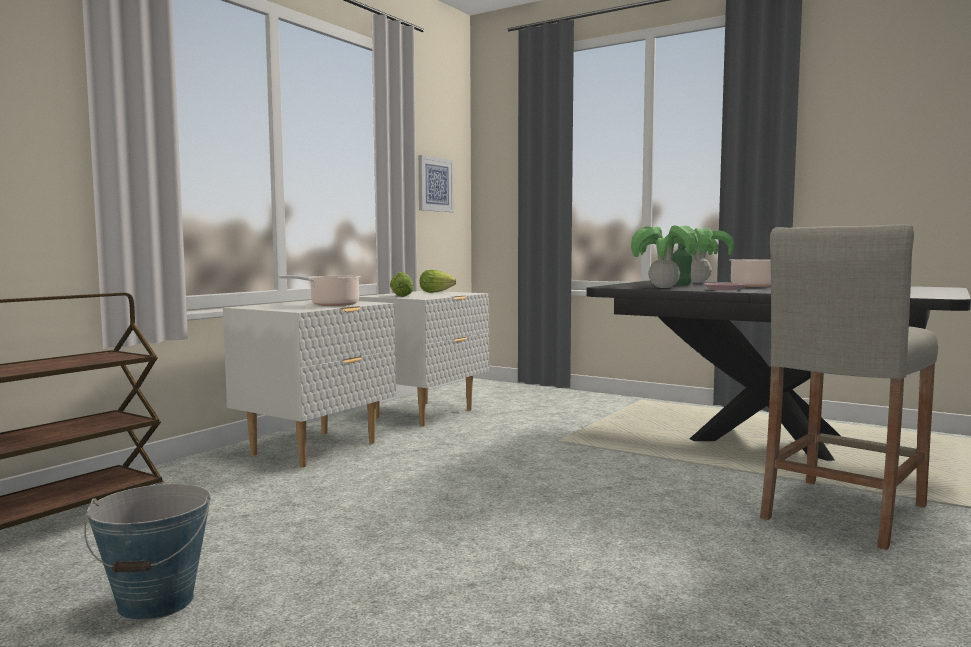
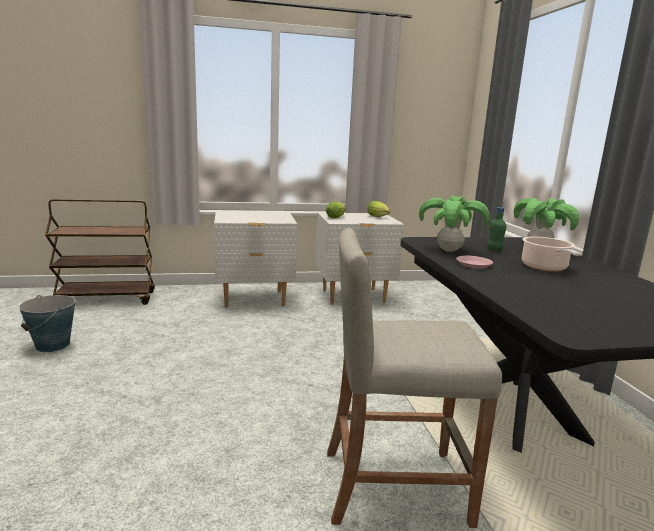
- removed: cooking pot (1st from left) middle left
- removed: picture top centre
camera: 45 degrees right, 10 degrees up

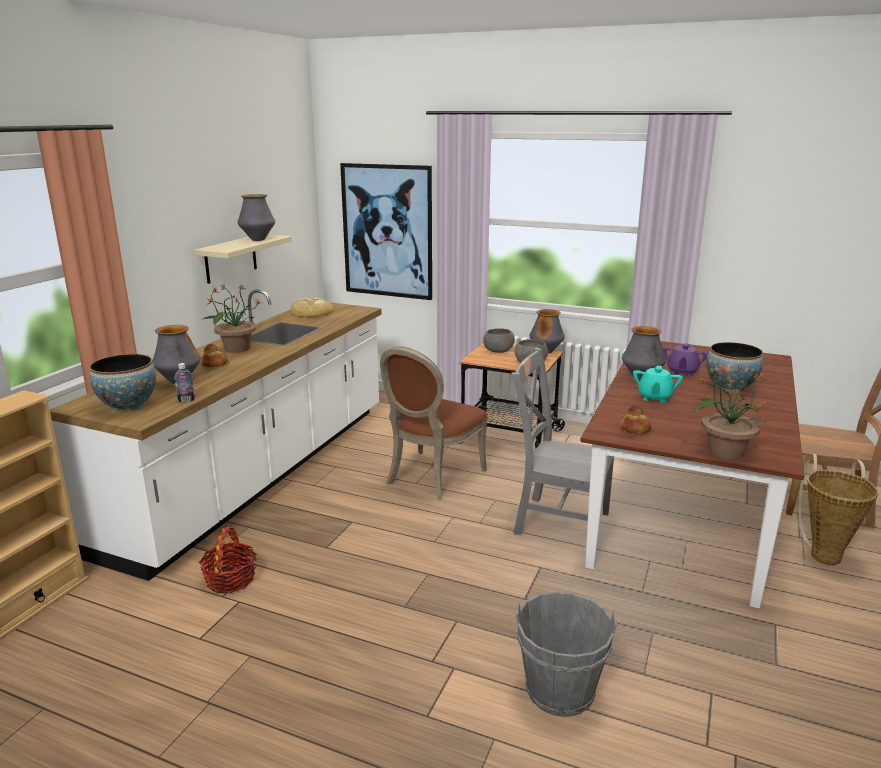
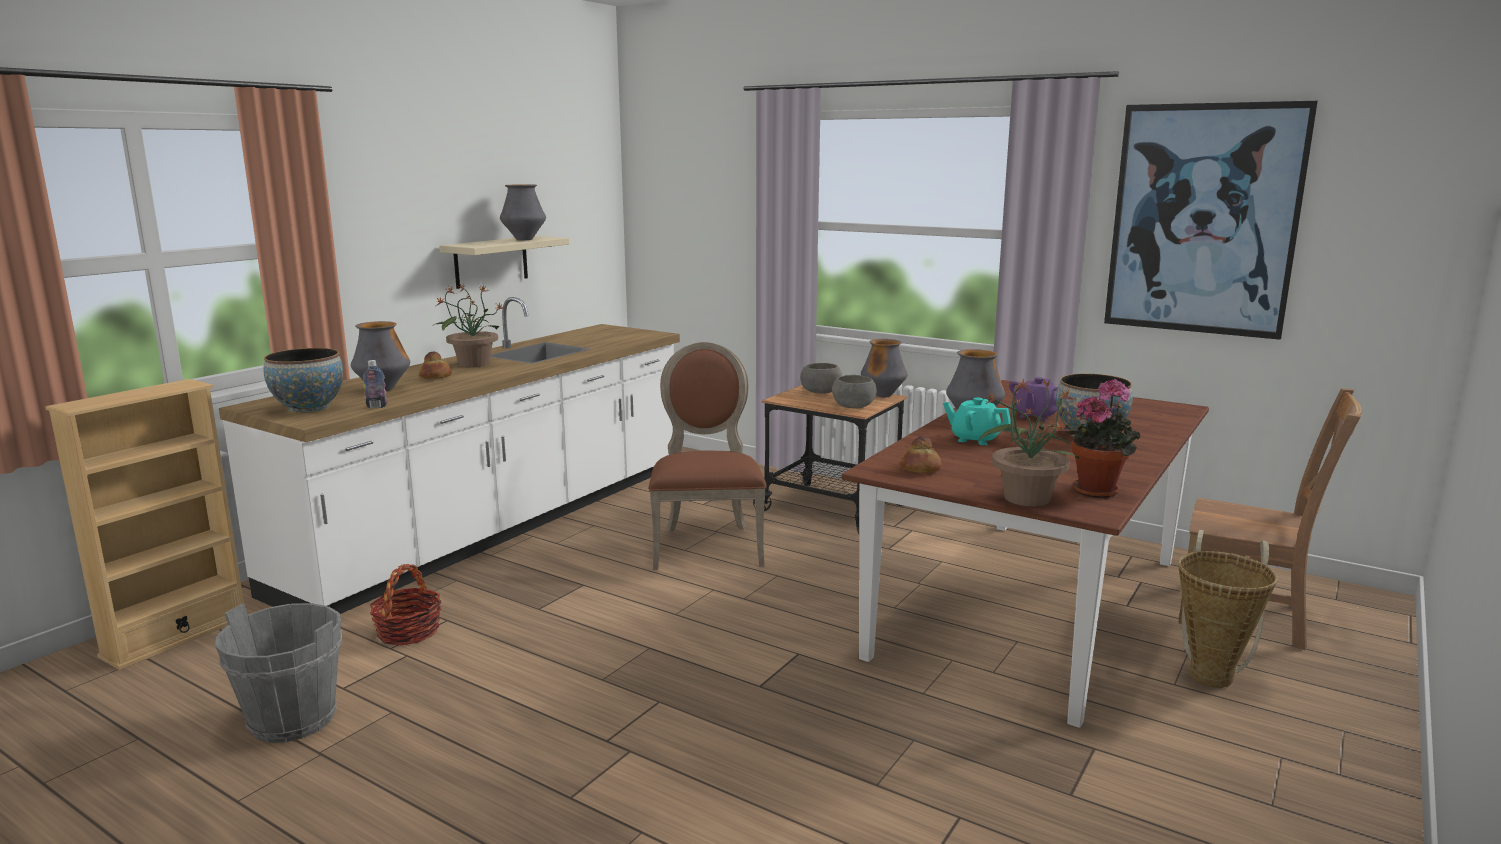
- moved: bucket/grey bottom centre to bottom left
- turned: chair/brown (1st from left) centre = centre 135 degrees clockwise
- turned: teapot/turquoise middle right = centre 90 degrees clockwise
- added: potted plant (3rd from left) middle right
- moved: picture top centre to top right
- removed: bread (2nd from left) centre
- removed: chair/grey centre
camera: 10 degrees right, 5 degrees down

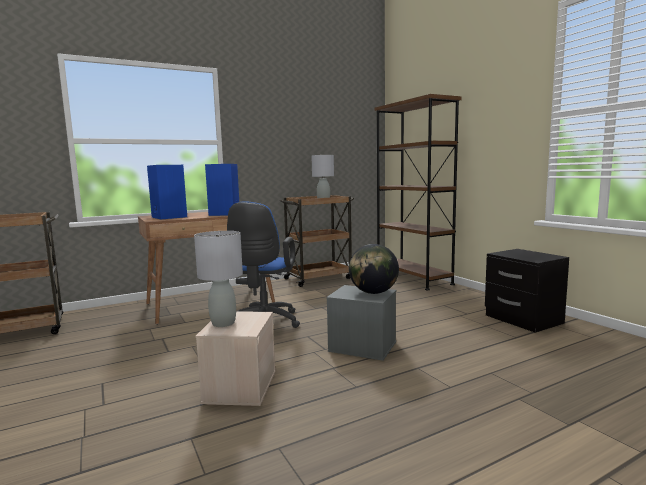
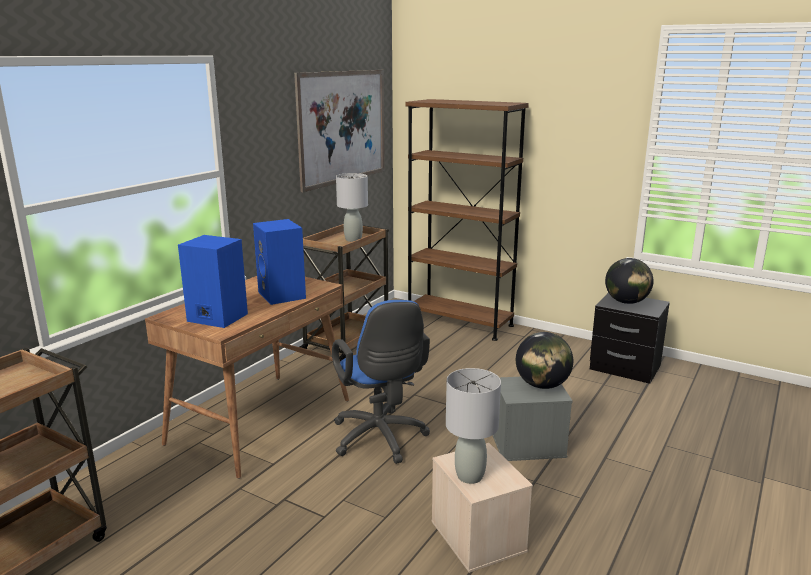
- added: picture top centre
- added: globe (2nd from left) middle right
camera: 30 degrees left, 10 degrees up

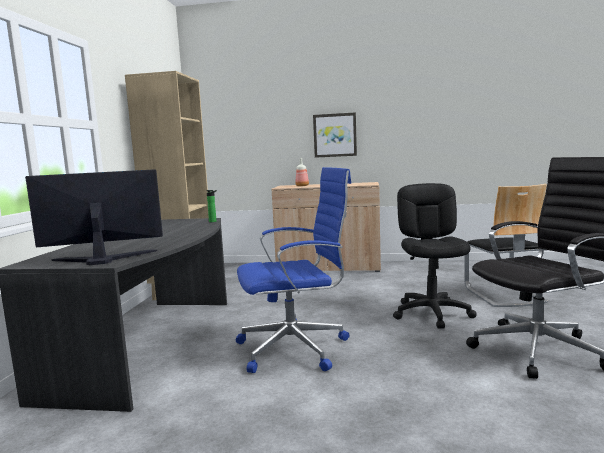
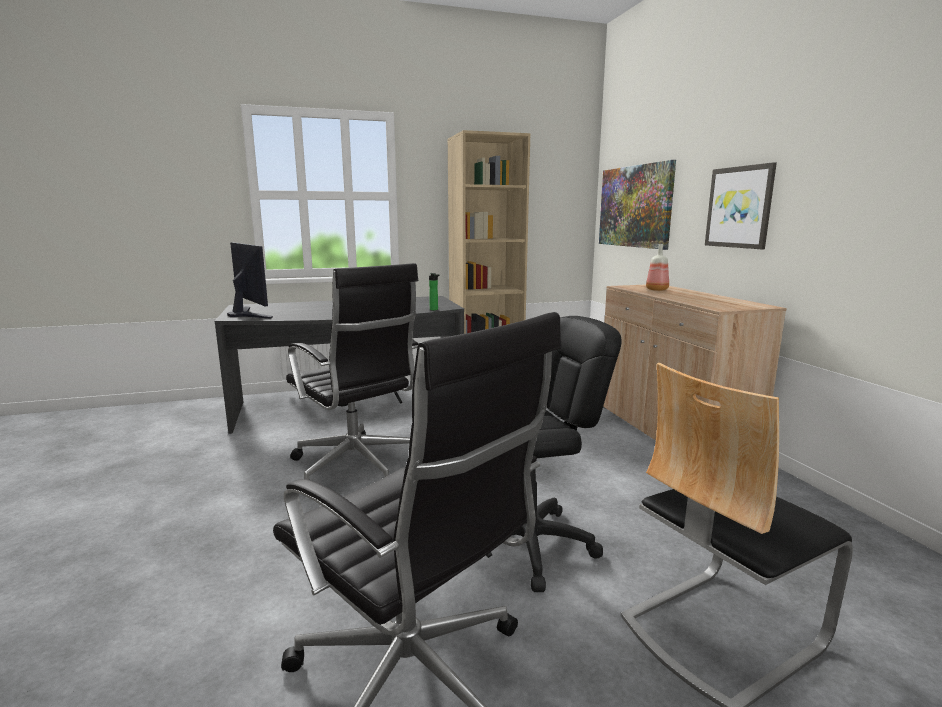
- recoloured: office chair/blue centre to office chair/black (1st from left) centre
- added: picture (1st from left) top right
camera: 65 degrees right, 5 degrees up

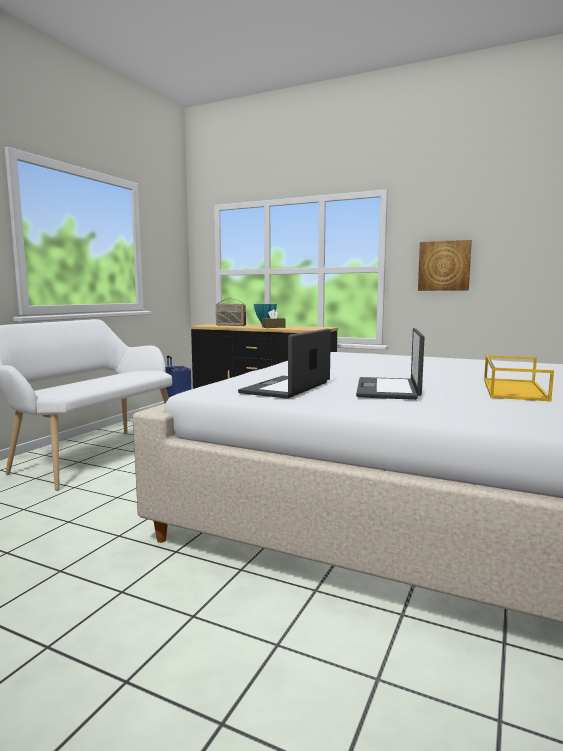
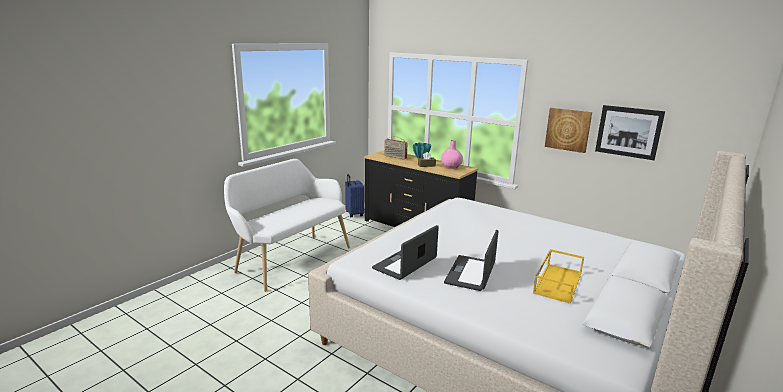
- added: vase/pink centre
- added: picture (2nd from left) middle right
camera: 10 degrees right, 10 degrees up

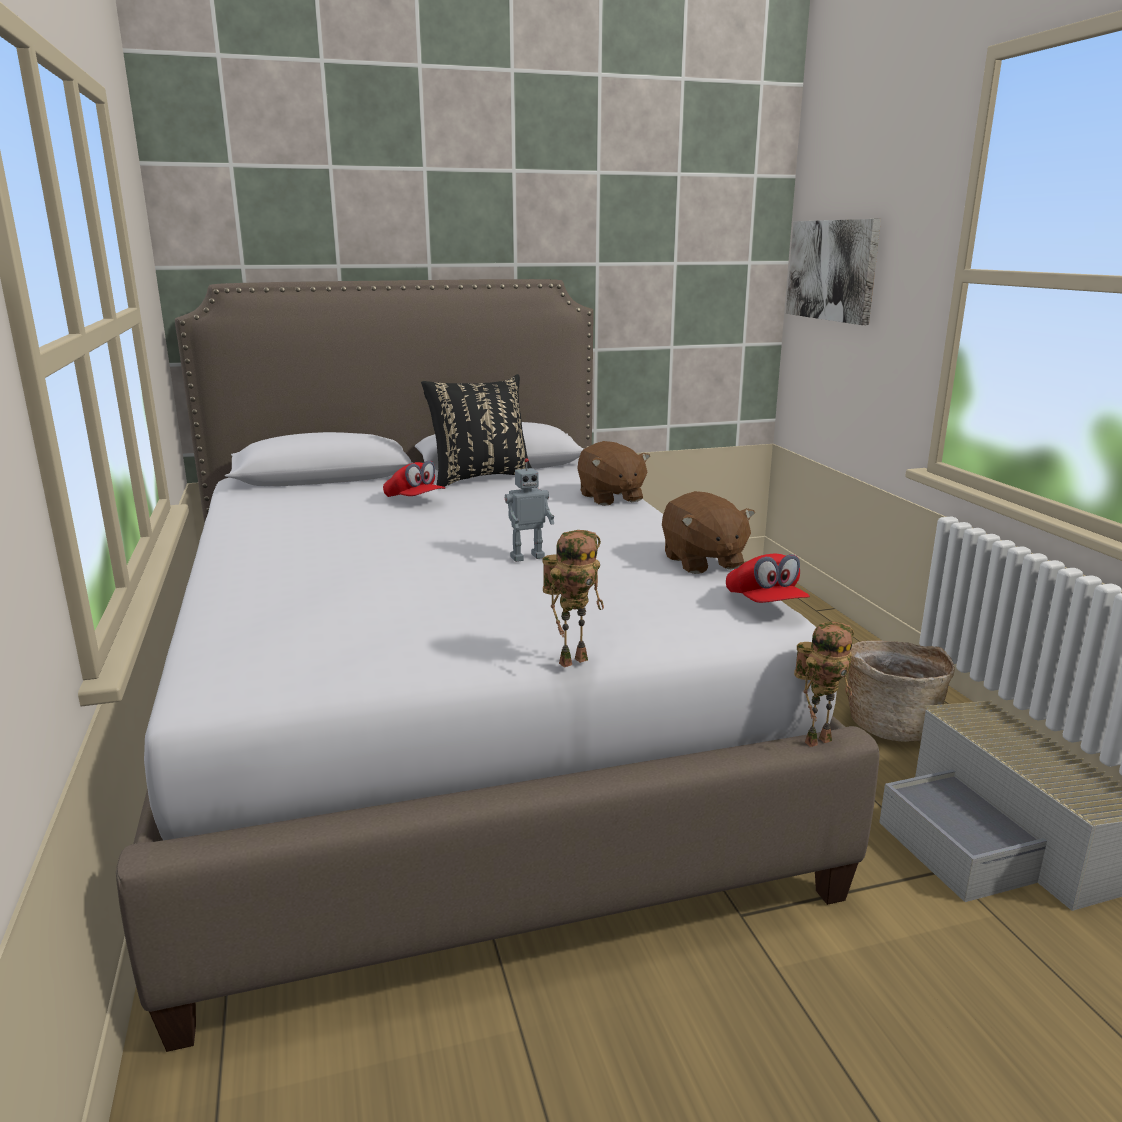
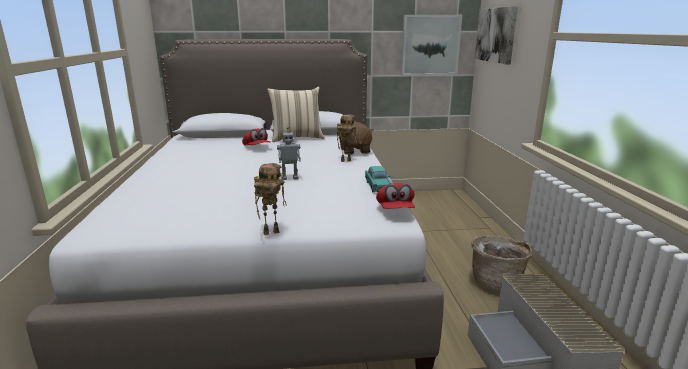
- recoloured: pillow/black centre to pillow/beige top centre
- moved: toy robot (3rd from left) middle right to centre
- replaced: plush toy/brown (2nd from left) centre to toy car/turquoise centre
- added: picture (1st from left) top centre
camera: 10 degrees right, 0 degrees up

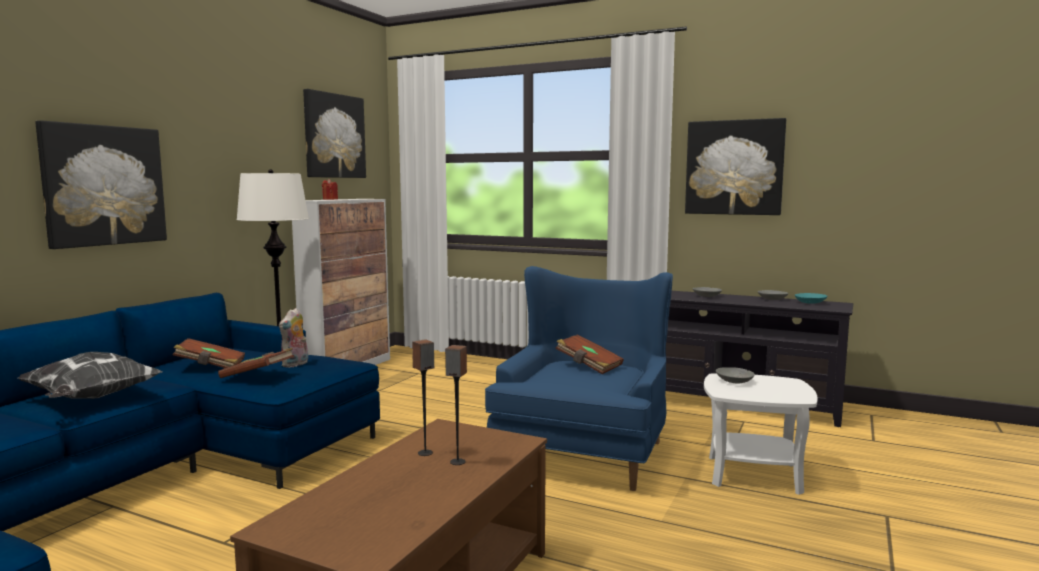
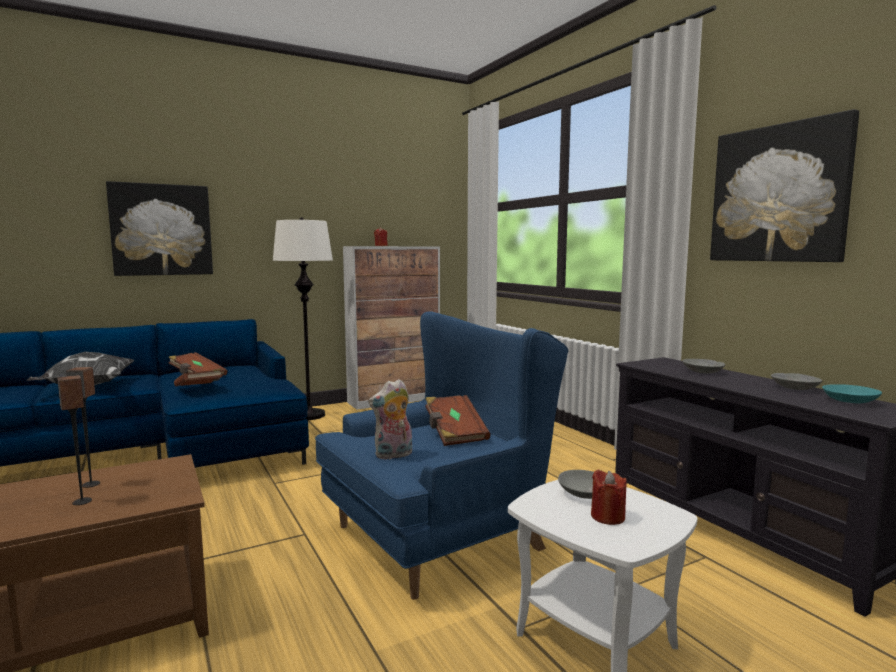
- moved: plush toy middle left to centre
- added: candle/red (2nd from left) bottom right
- removed: picture (2nd from left) top left
camera: 35 degrees right, 0 degrees up

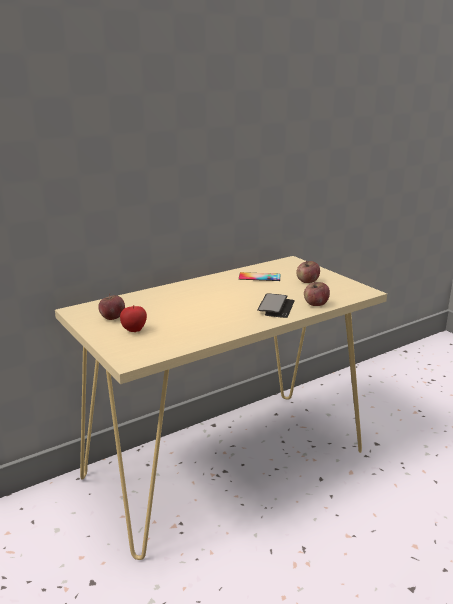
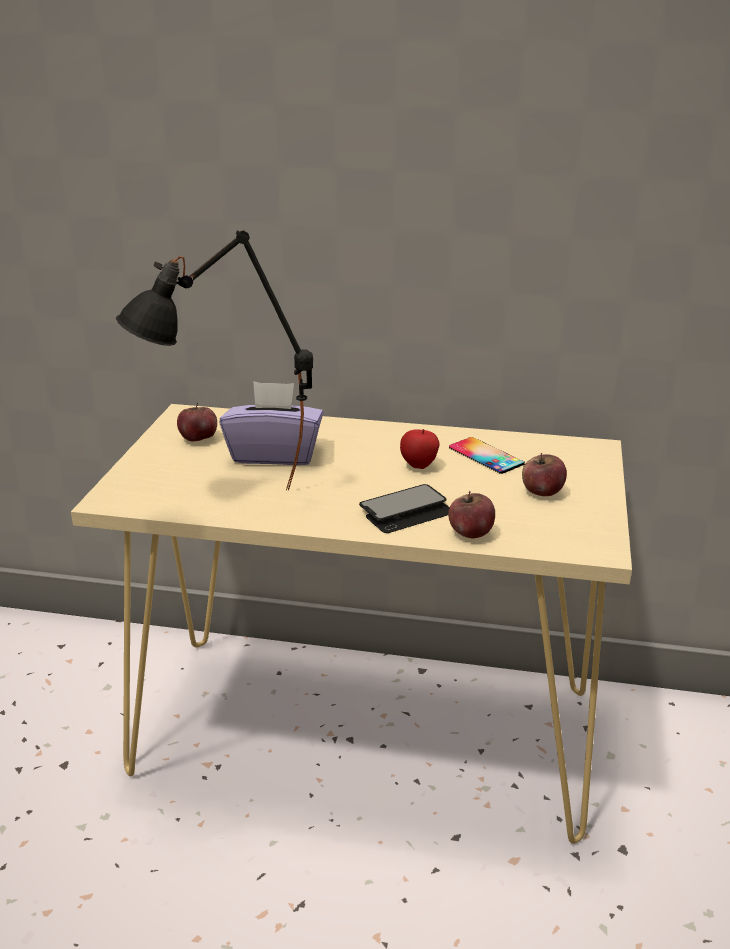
- added: table lamp/black middle left
- added: tissue box/purple centre
- moved: apple (2nd from left) middle left to centre
camera: 45 degrees right, 5 degrees up

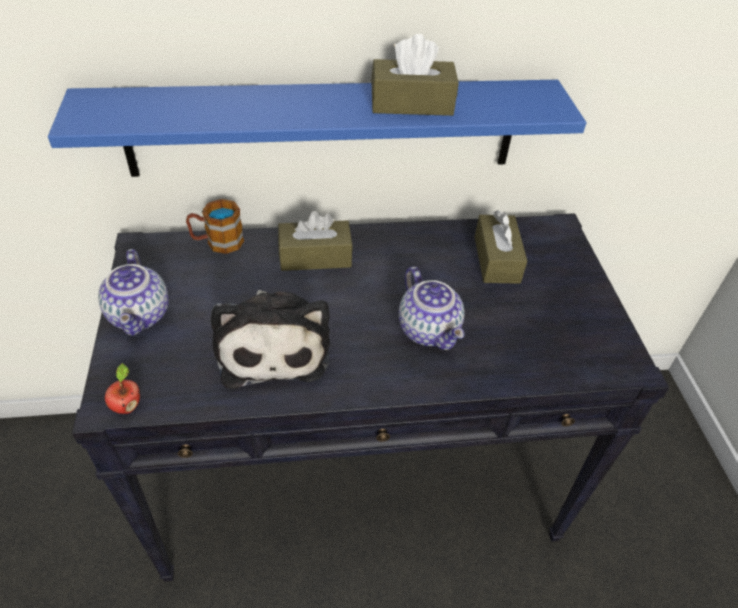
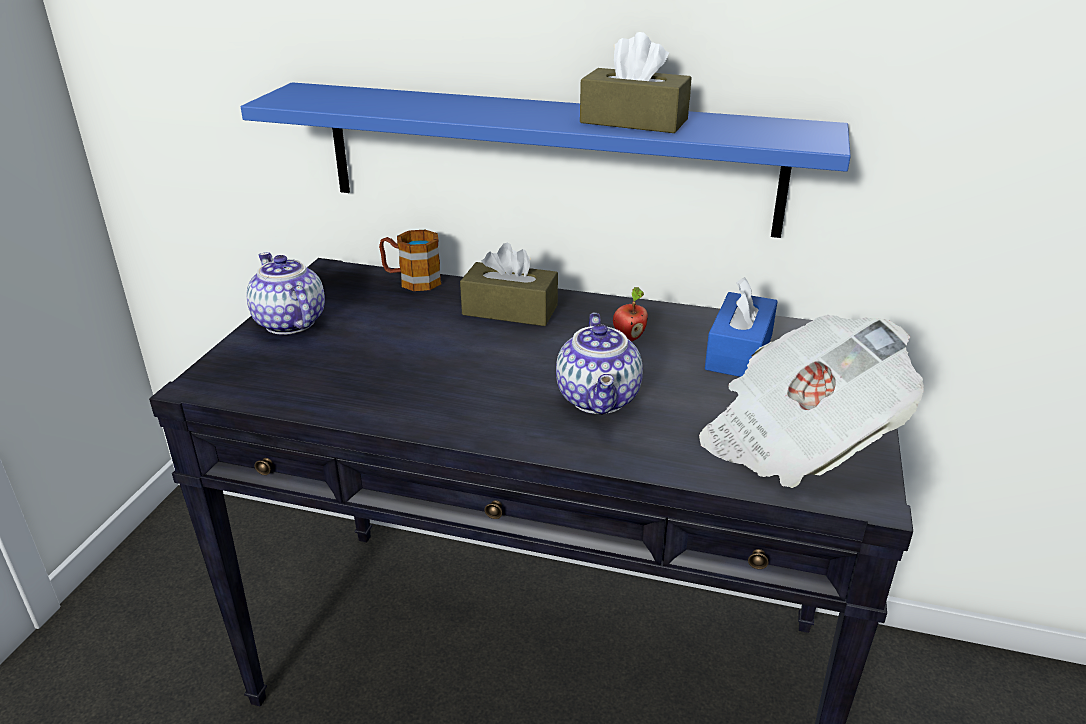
- turned: teapot (1st from left) middle left = middle left 135 degrees clockwise
- moved: apple middle left to centre
- added: newspaper middle right
- recoloured: tissue box/brown (3rd from left) middle right to tissue box/blue middle right
- removed: plush toy centre
camera: 25 degrees right, 15 degrees down

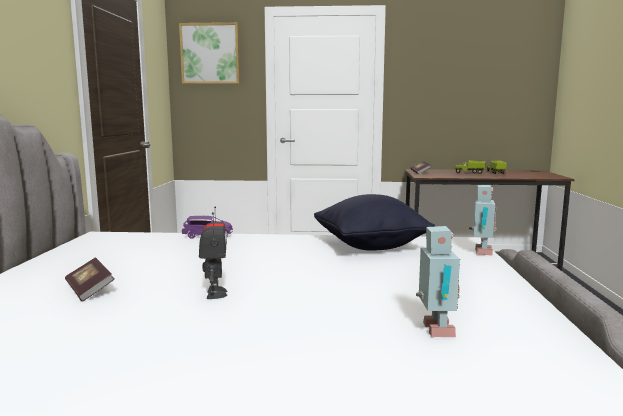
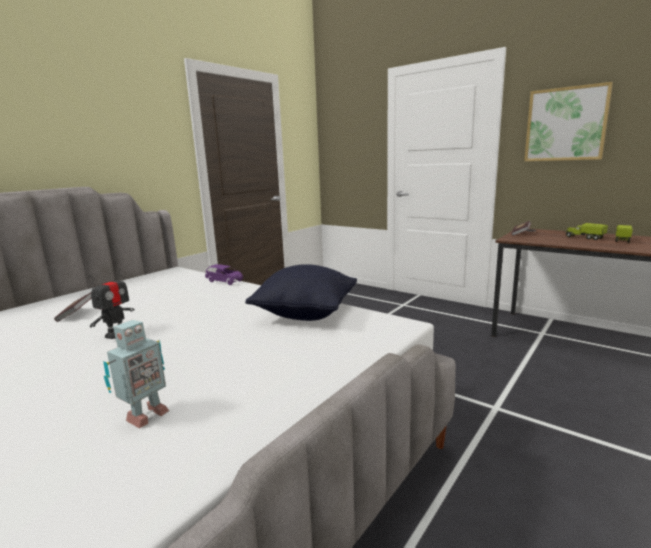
- moved: picture top centre to top right
- removed: toy robot (3rd from left) middle right
camera: 35 degrees right, 5 degrees up

